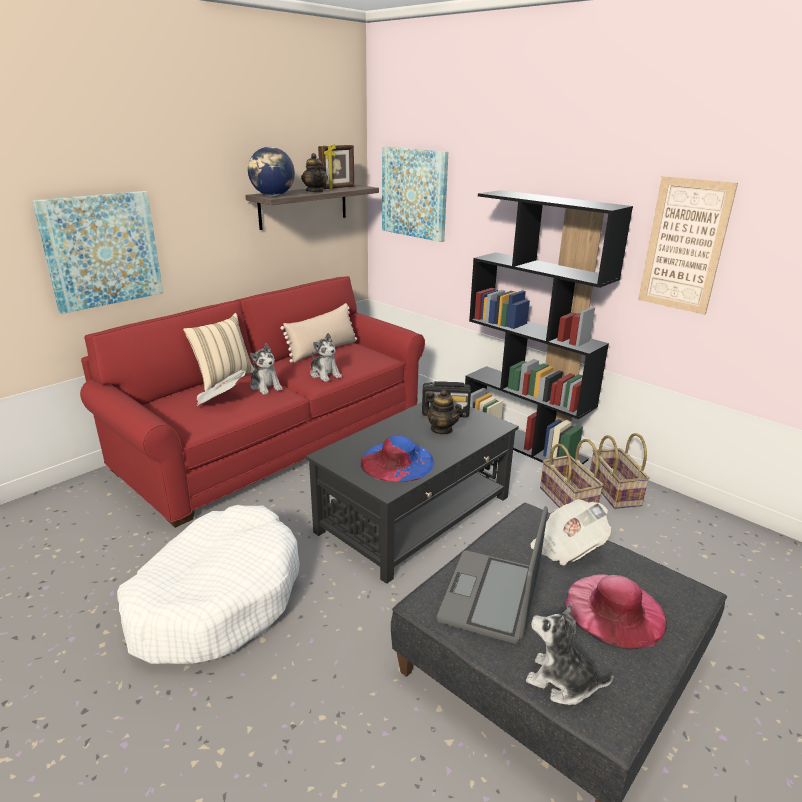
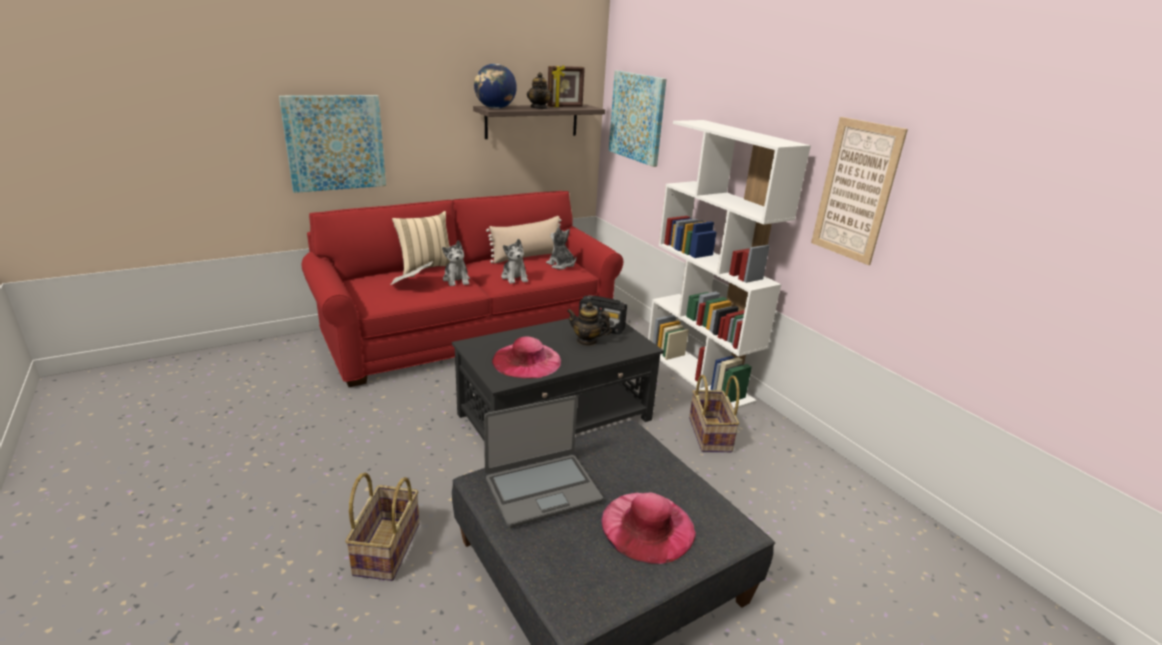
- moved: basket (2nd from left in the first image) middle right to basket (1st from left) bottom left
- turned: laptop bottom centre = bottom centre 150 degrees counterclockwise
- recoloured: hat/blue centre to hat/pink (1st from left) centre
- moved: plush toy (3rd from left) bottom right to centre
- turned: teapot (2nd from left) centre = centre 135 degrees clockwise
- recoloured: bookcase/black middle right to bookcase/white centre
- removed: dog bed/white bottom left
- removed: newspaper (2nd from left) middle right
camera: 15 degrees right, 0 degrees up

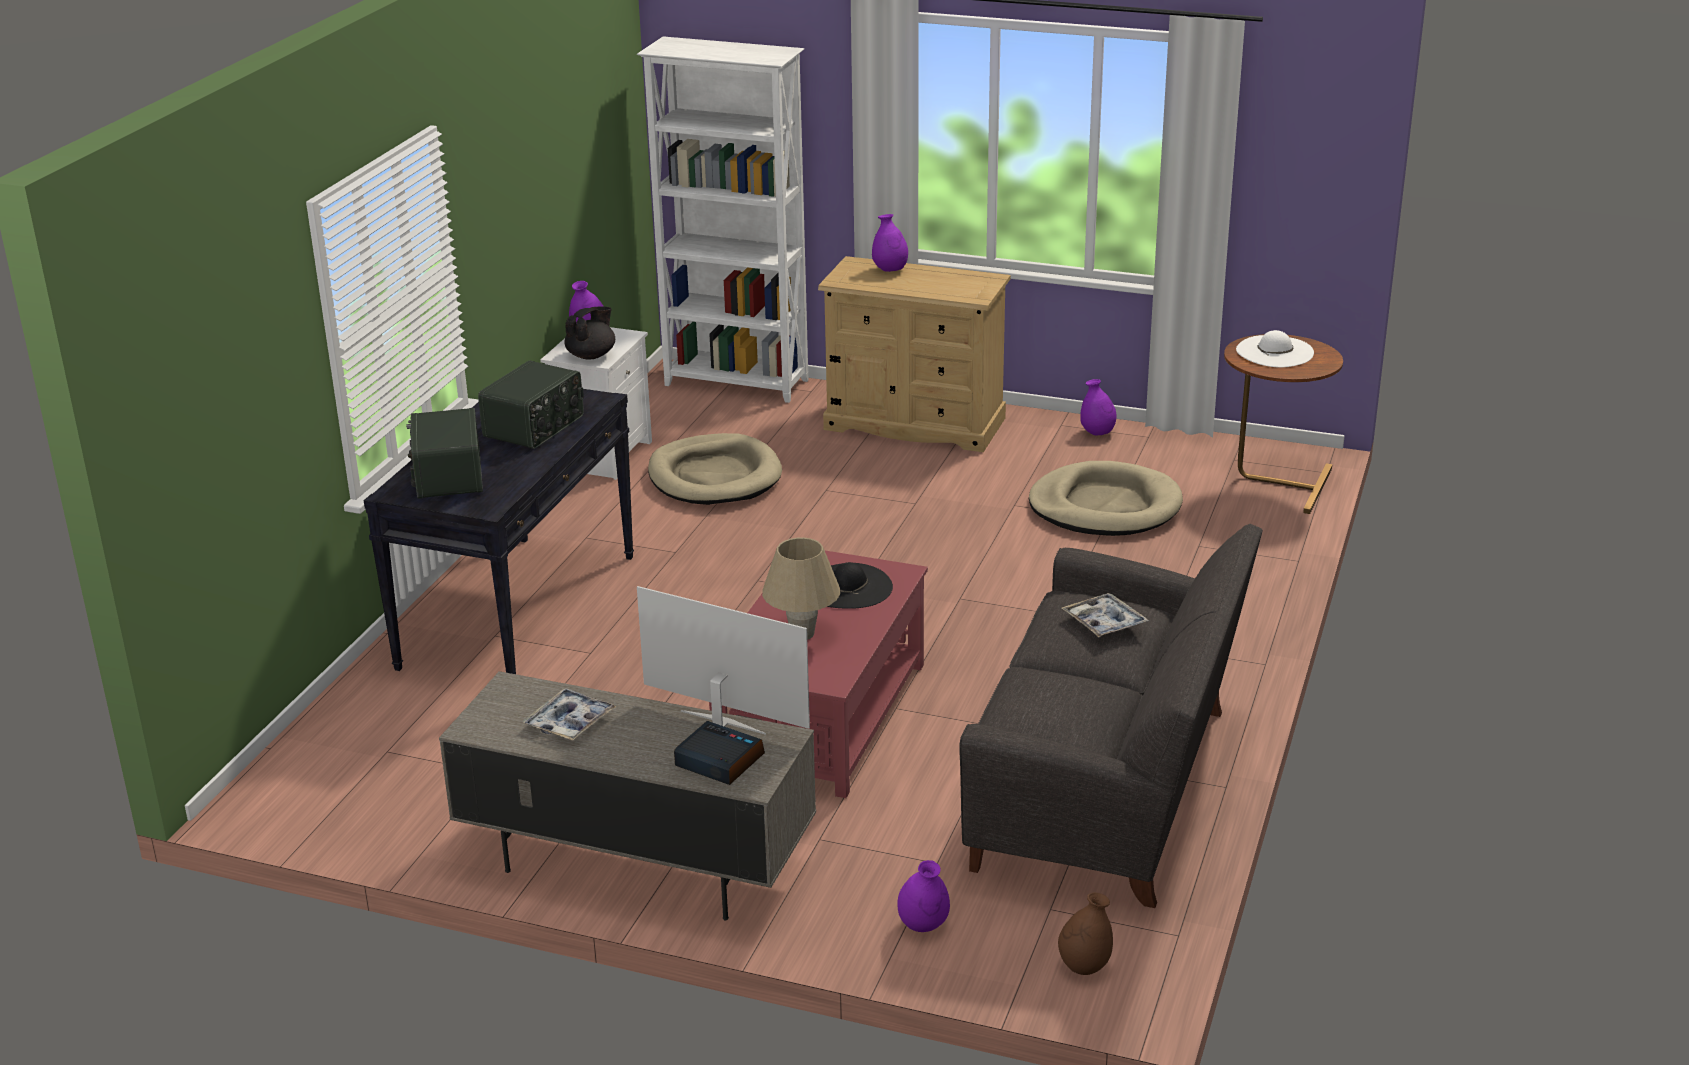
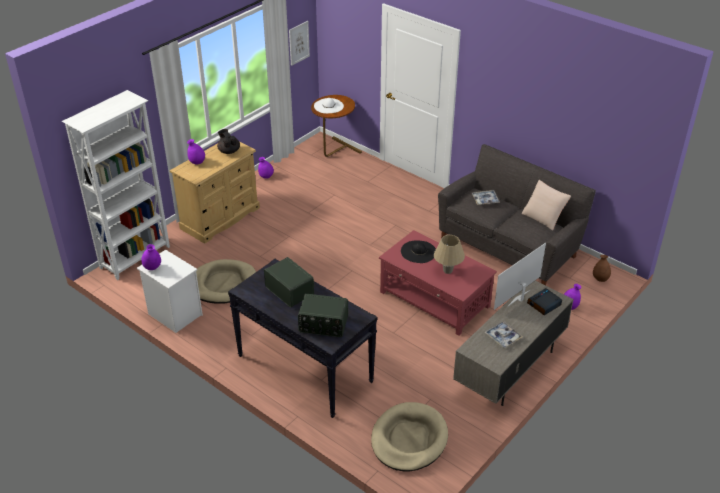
- moved: teapot/black top centre to top left
- added: picture top centre
- moved: dog bed/beige (2nd from left) centre to bottom centre
- added: pillow/beige middle right
camera: 70 degrees left, 10 degrees up

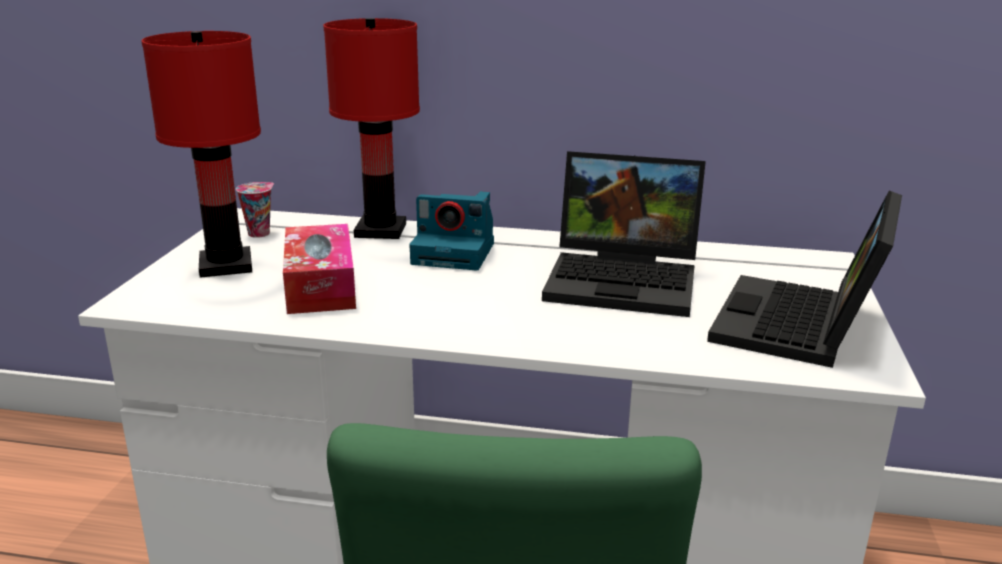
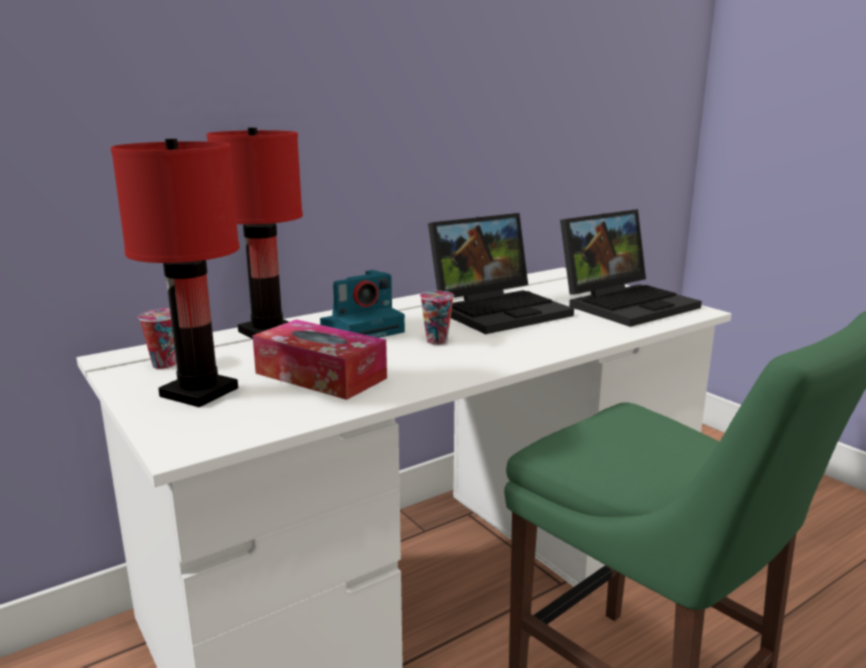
- added: cup (2nd from left) centre
- turned: laptop (2nd from left) middle right = middle right 105 degrees counterclockwise
camera: 45 degrees left, 5 degrees down

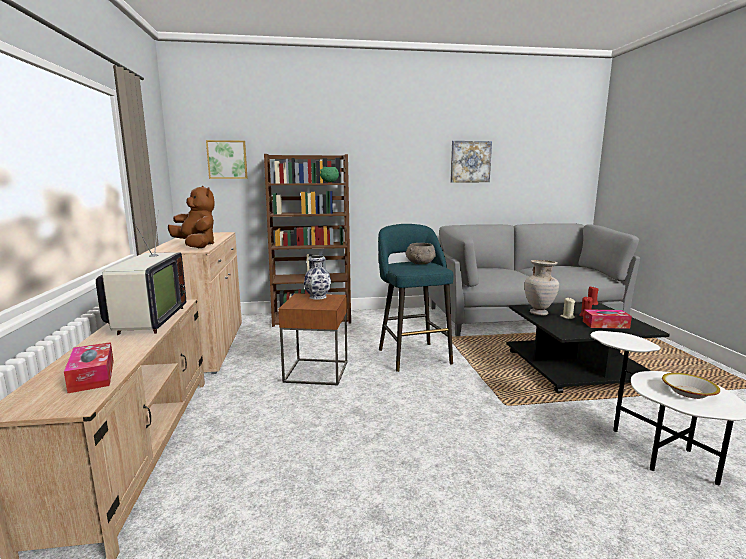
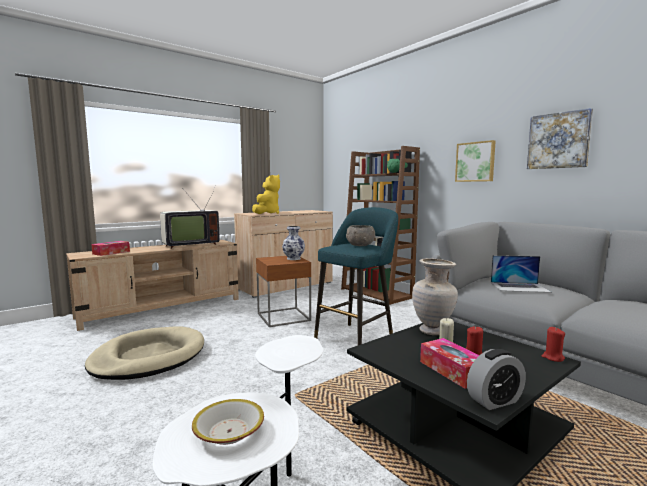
- added: dog bed/beige bottom left
- recoloured: plush toy/brown middle left to plush toy/yellow centre
- moved: picture (1st from left) top left to top right
- added: alarm clock bottom right
- added: laptop middle right
camera: 60 degrees right, 5 degrees down

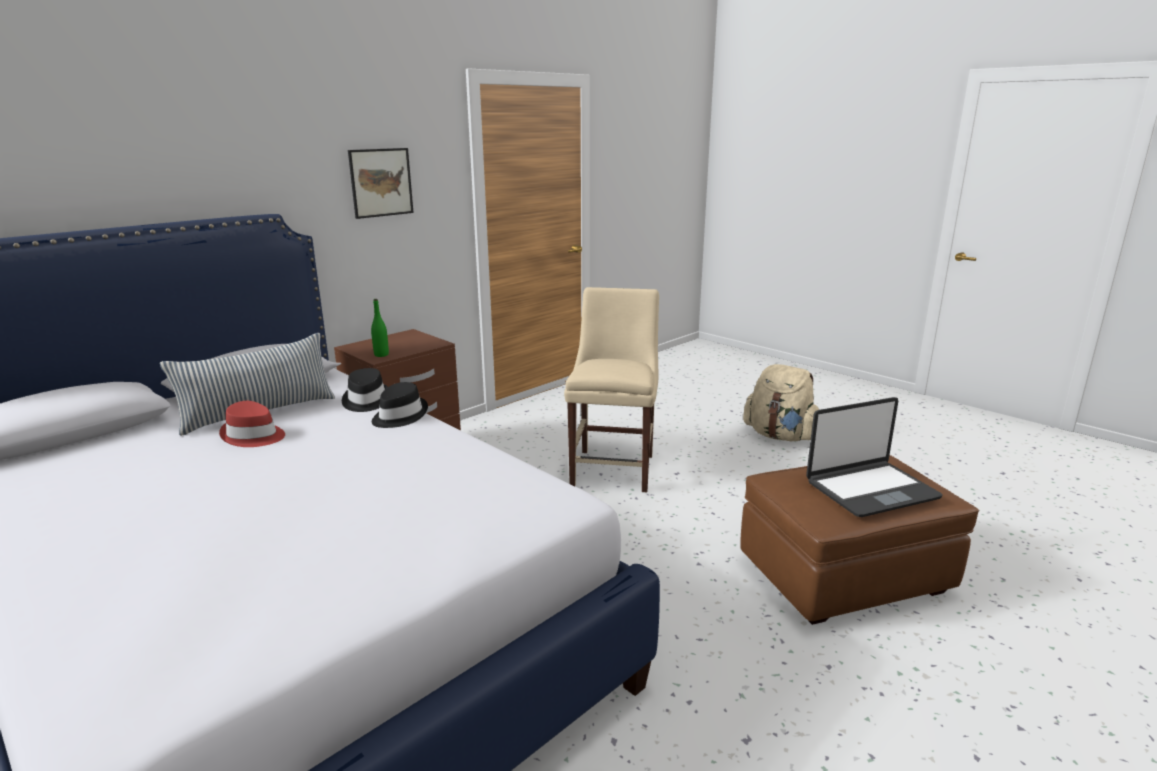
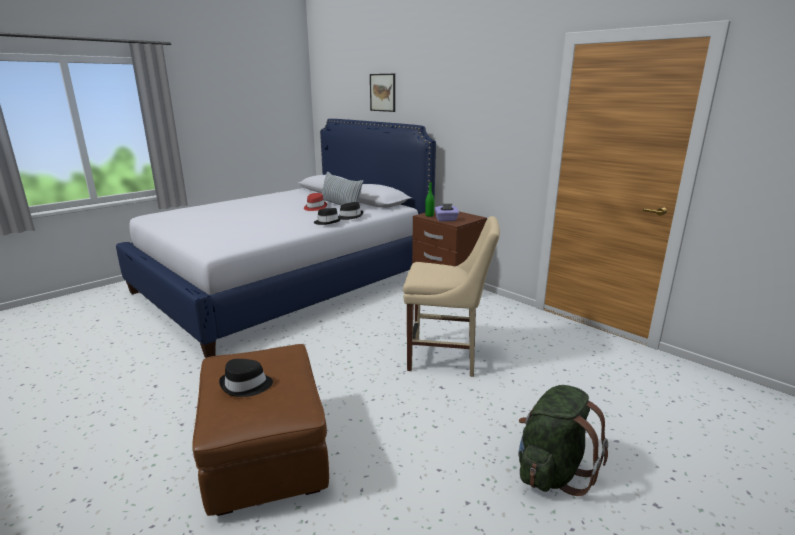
- replaced: laptop middle right to hat/black (1st from left) bottom left
- moved: picture top left to top centre
- added: tissue box/purple centre
- recoloured: backpack/beige middle right to backpack/green bottom right
camera: 90 degrees right, 0 degrees up

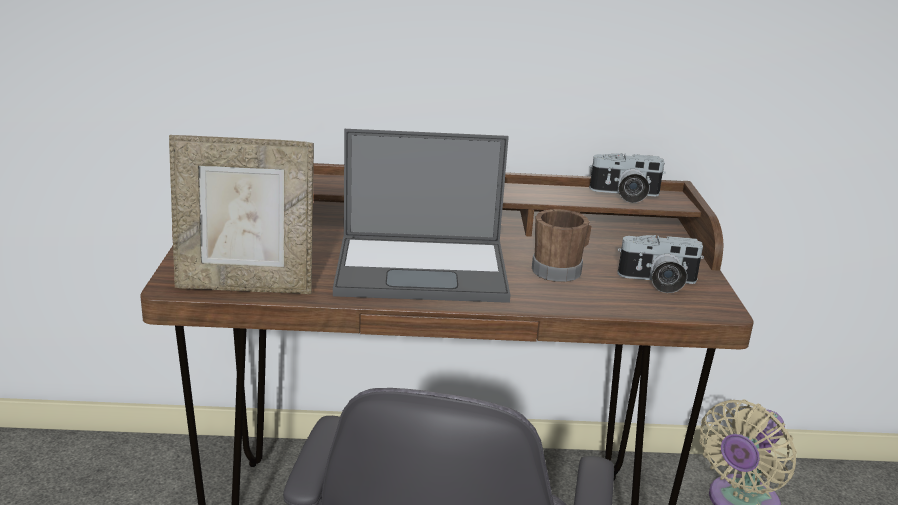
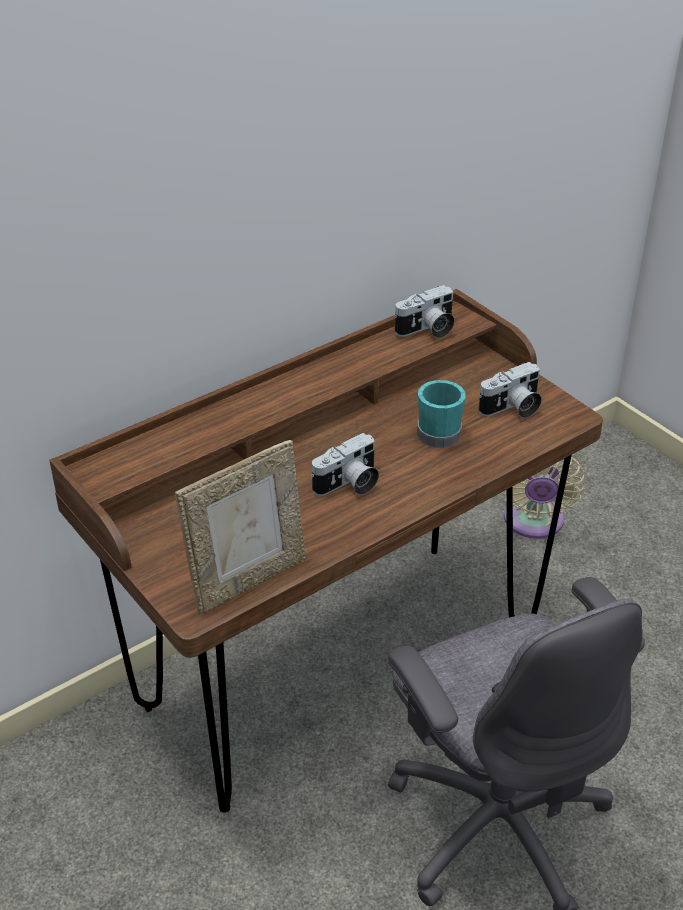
- replaced: laptop centre to photo camera (1st from left) centre
- recoloured: mug/brown centre to mug/turquoise centre
camera: 35 degrees left, 15 degrees up

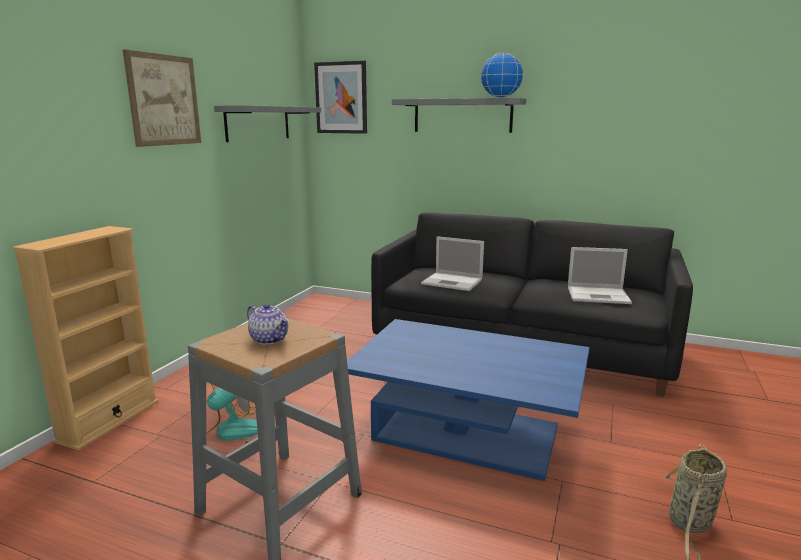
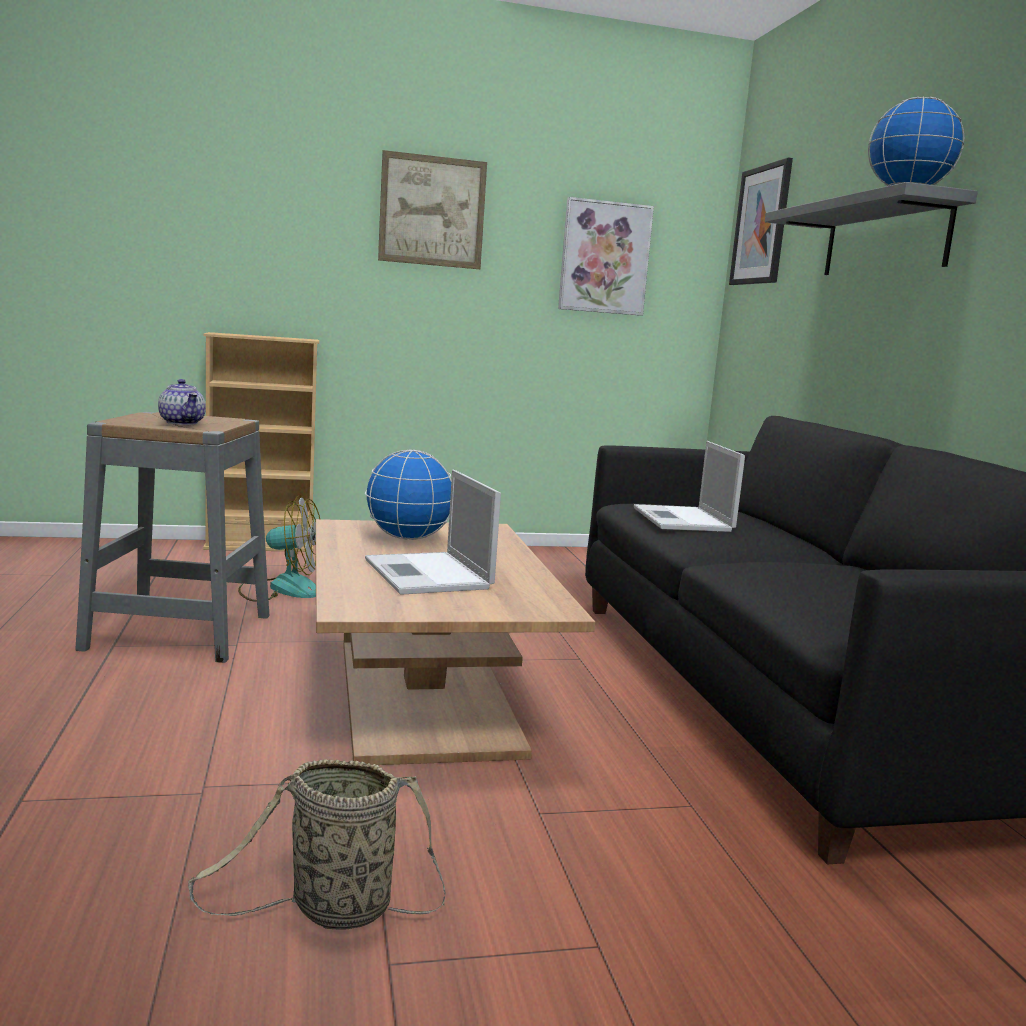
- turned: teapot centre = middle left 45 degrees counterclockwise
- recoloured: coffee table/blue bottom centre to coffee table/brown centre
- added: globe (1st from left) centre
- moved: laptop (2nd from left in the first image) middle right to laptop (1st from left) centre
- replaced: shelf/grey (1st from left) top centre to picture (2nd from left) top centre
camera: 55 degrees right, 5 degrees down

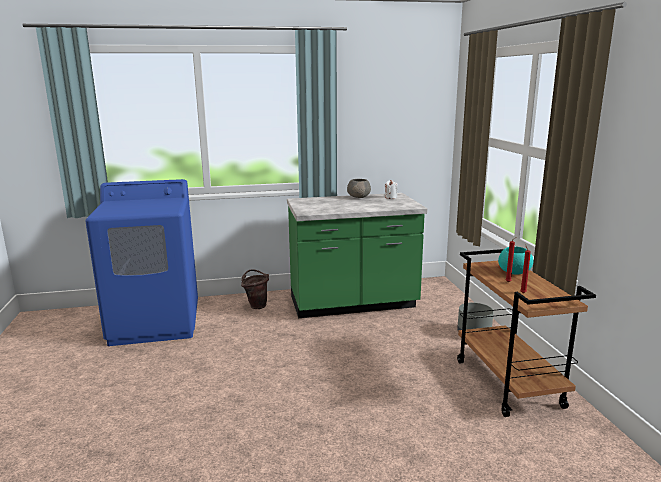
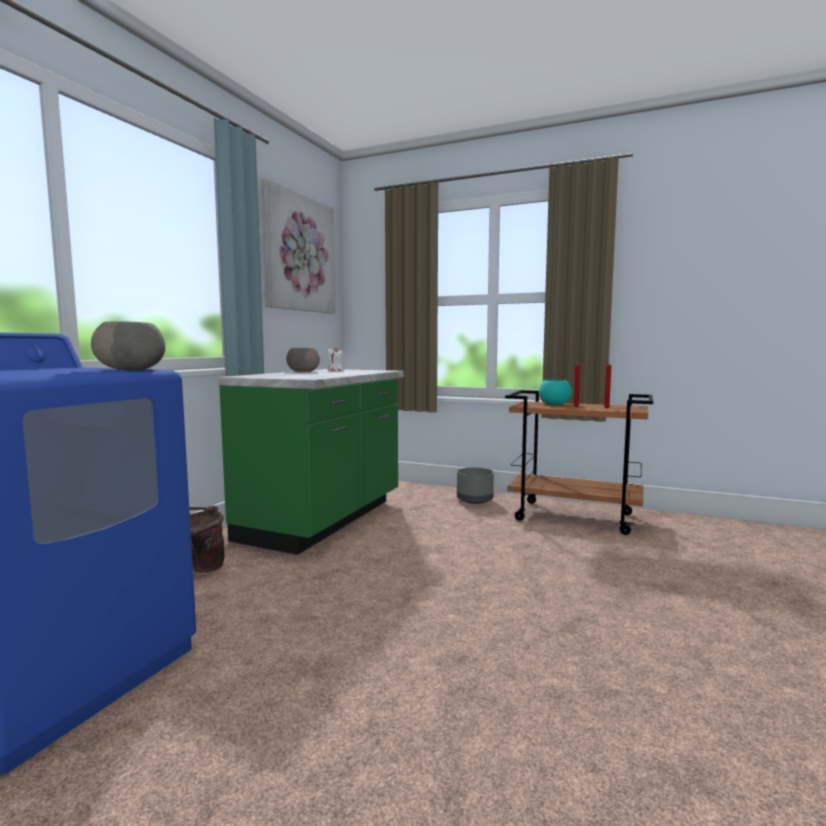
- added: bowl/grey (1st from left) middle left
- added: picture top centre
camera: 55 degrees left, 10 degrees down

